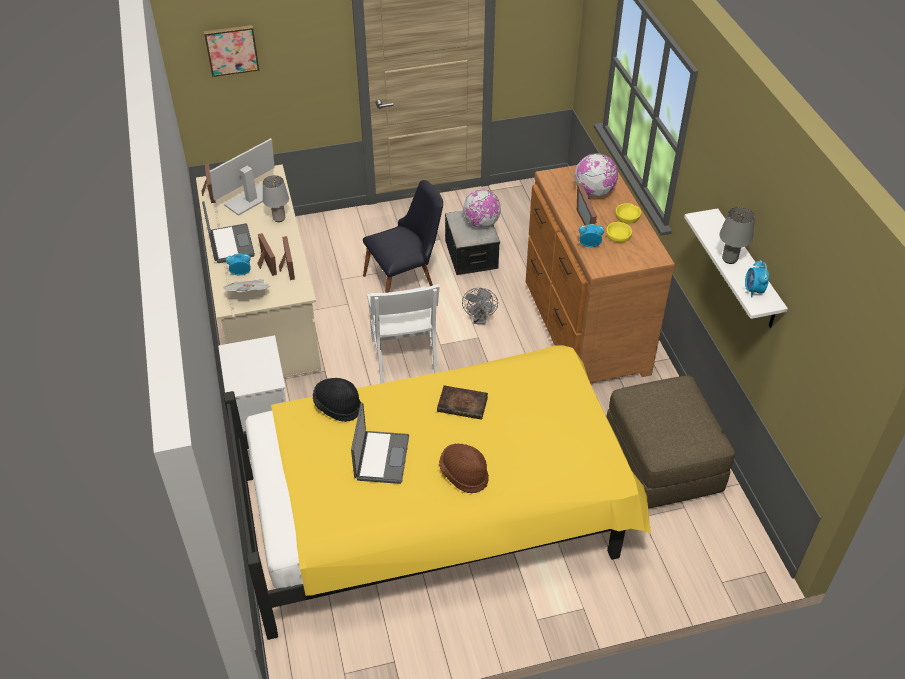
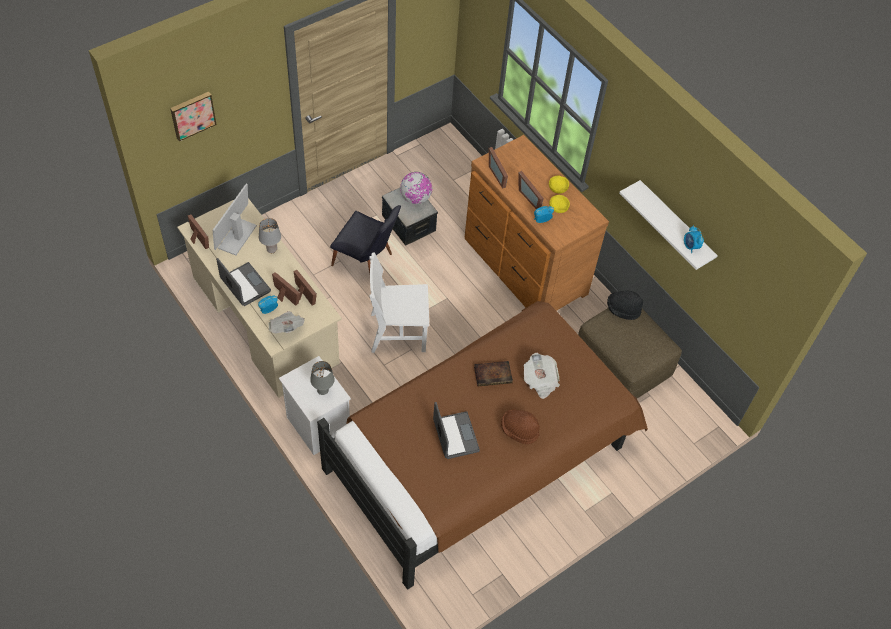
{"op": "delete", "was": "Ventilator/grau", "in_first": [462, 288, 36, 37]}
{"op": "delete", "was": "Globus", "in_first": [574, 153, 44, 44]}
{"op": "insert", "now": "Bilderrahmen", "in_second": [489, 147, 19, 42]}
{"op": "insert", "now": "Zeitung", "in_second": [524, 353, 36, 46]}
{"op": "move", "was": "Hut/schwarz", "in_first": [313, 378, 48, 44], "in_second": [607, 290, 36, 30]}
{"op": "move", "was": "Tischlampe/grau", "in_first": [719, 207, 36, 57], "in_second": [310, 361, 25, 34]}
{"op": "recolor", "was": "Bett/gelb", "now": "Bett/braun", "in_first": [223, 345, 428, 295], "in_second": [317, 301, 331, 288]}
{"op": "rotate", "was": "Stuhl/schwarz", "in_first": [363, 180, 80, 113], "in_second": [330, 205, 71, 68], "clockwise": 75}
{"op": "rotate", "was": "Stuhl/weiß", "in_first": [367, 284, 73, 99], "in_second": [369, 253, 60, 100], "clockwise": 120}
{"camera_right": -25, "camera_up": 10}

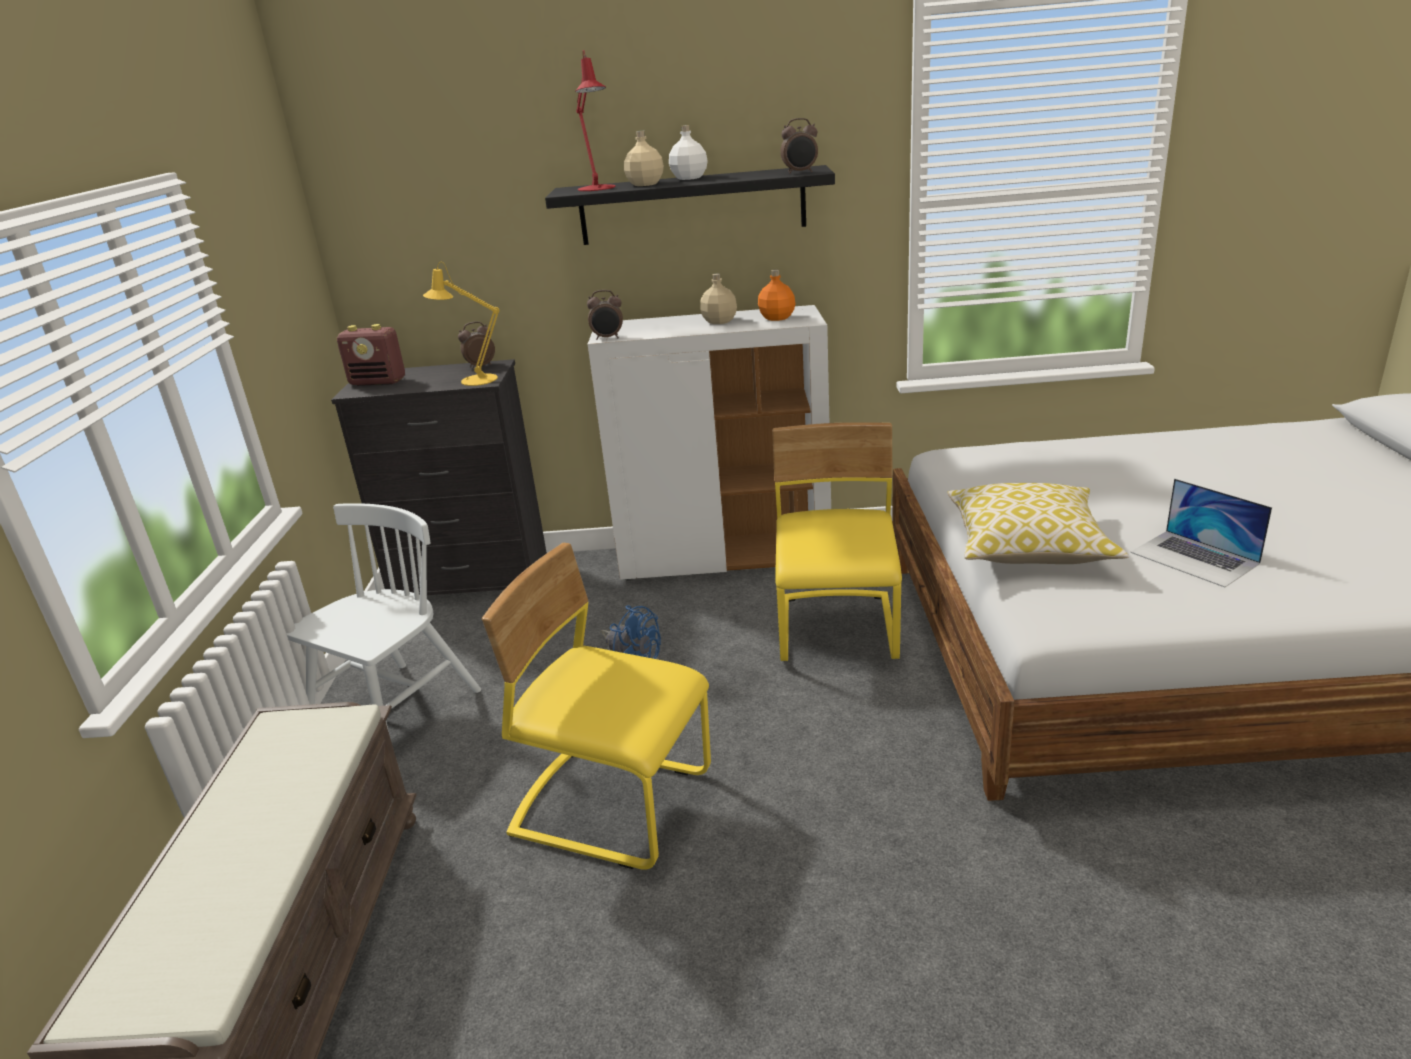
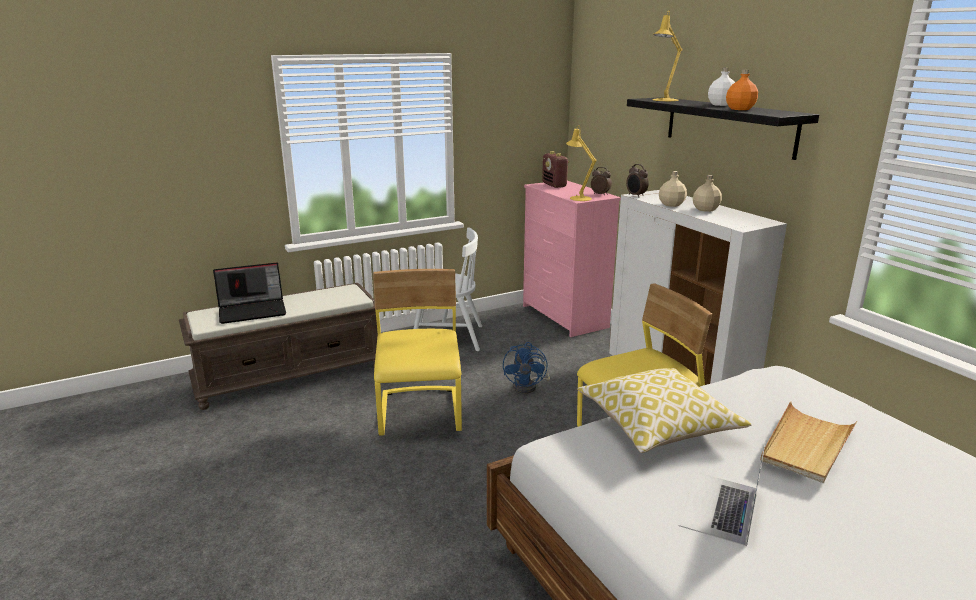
{"op": "delete", "was": "Wecker", "in_first": [780, 118, 38, 56]}
{"op": "insert", "now": "Laptop", "in_second": [213, 262, 73, 62]}
{"op": "insert", "now": "Tablett/beige", "in_second": [760, 401, 97, 82]}
{"op": "move", "was": "Flasche/beige", "in_first": [624, 131, 40, 55], "in_second": [659, 171, 28, 36]}
{"op": "move", "was": "Flasche/orange", "in_first": [758, 270, 38, 51], "in_second": [726, 69, 32, 41]}
{"op": "recolor", "was": "Kommode/schwarz", "now": "Kommode/rosa", "in_first": [331, 359, 216, 236], "in_second": [523, 181, 98, 156]}
{"op": "recolor", "was": "Tischlampe/rot", "now": "Tischlampe/gelb", "in_first": [575, 50, 41, 141], "in_second": [653, 10, 29, 91]}
{"camera_right": 60, "camera_up": -5}

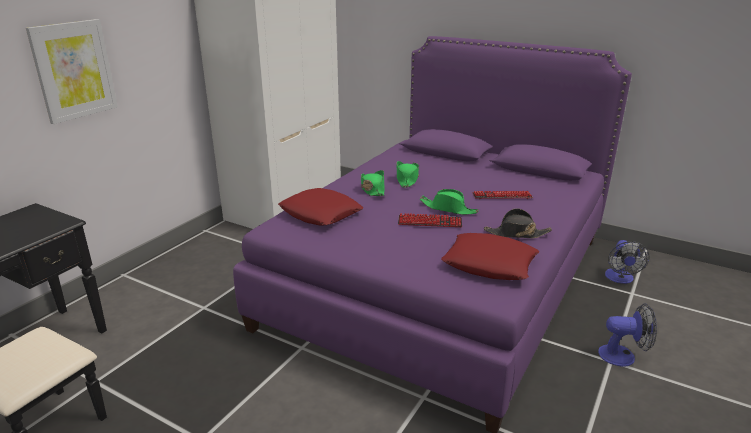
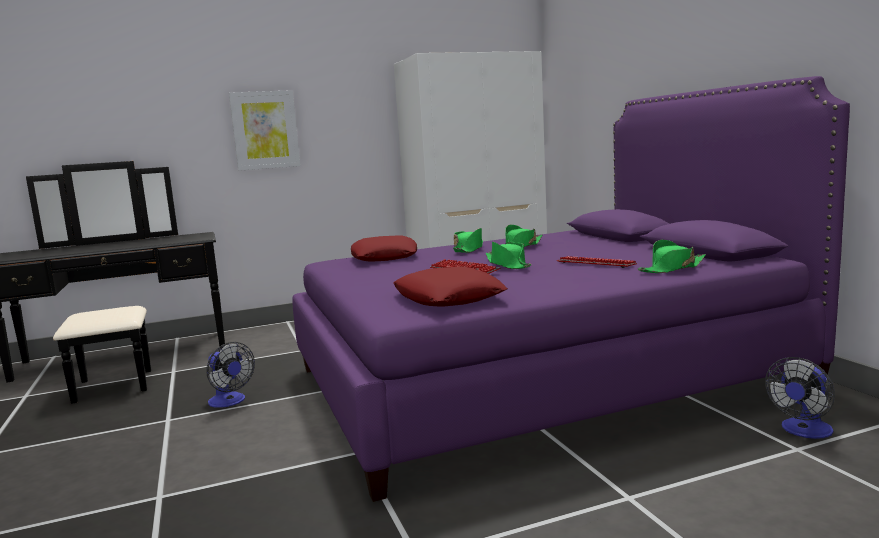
{"op": "delete", "was": "Hut/schwarz", "in_first": [484, 208, 68, 30]}
{"op": "insert", "now": "Hut/grün", "in_second": [638, 240, 68, 33]}
{"op": "move", "was": "Ventilator", "in_first": [598, 303, 59, 64], "in_second": [207, 342, 48, 66]}
{"camera_right": 40, "camera_up": -15}

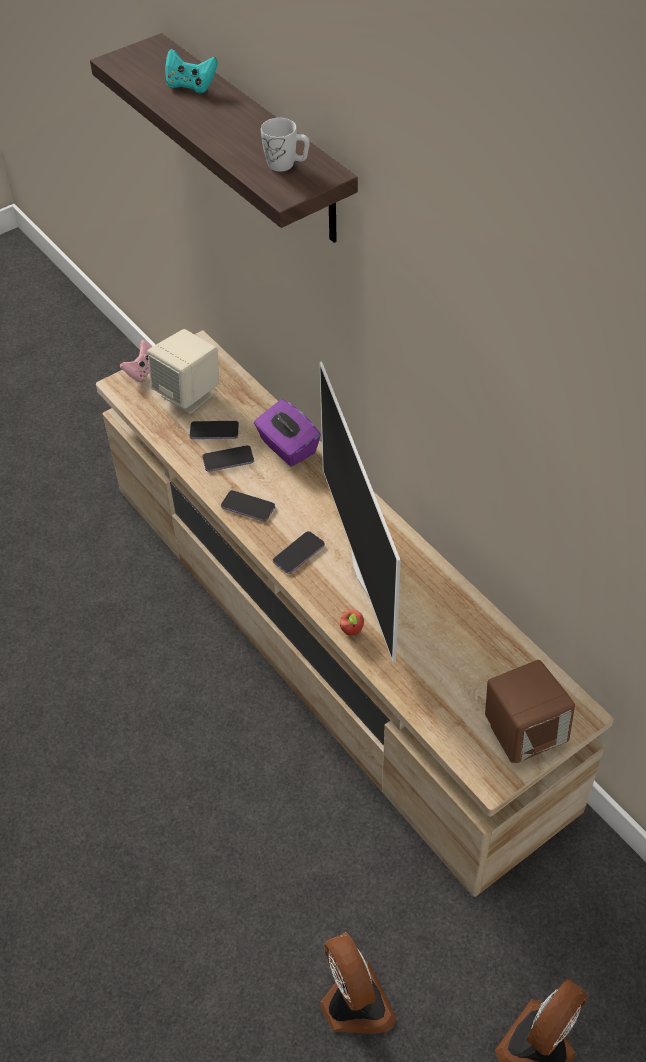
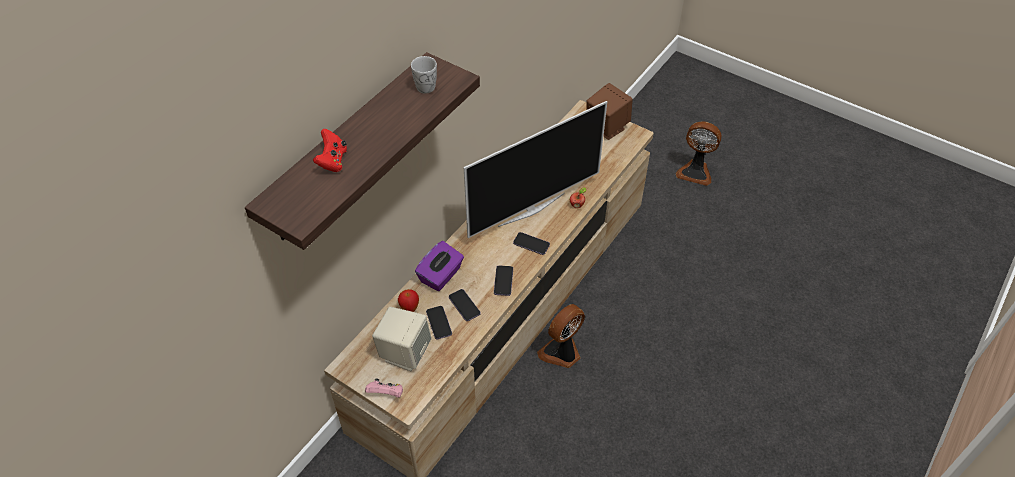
{"op": "insert", "now": "Apfel", "in_second": [398, 289, 21, 23]}
{"op": "move", "was": "Ventilator", "in_first": [320, 932, 77, 102], "in_second": [537, 304, 48, 64]}
{"op": "recolor", "was": "Gamepad/türkis", "now": "Gamepad/rot", "in_first": [165, 49, 53, 44], "in_second": [313, 129, 34, 43]}
{"camera_right": -110, "camera_up": 0}

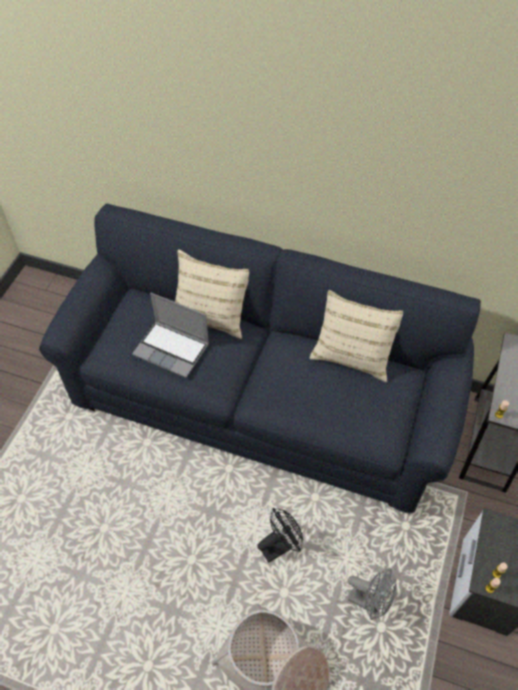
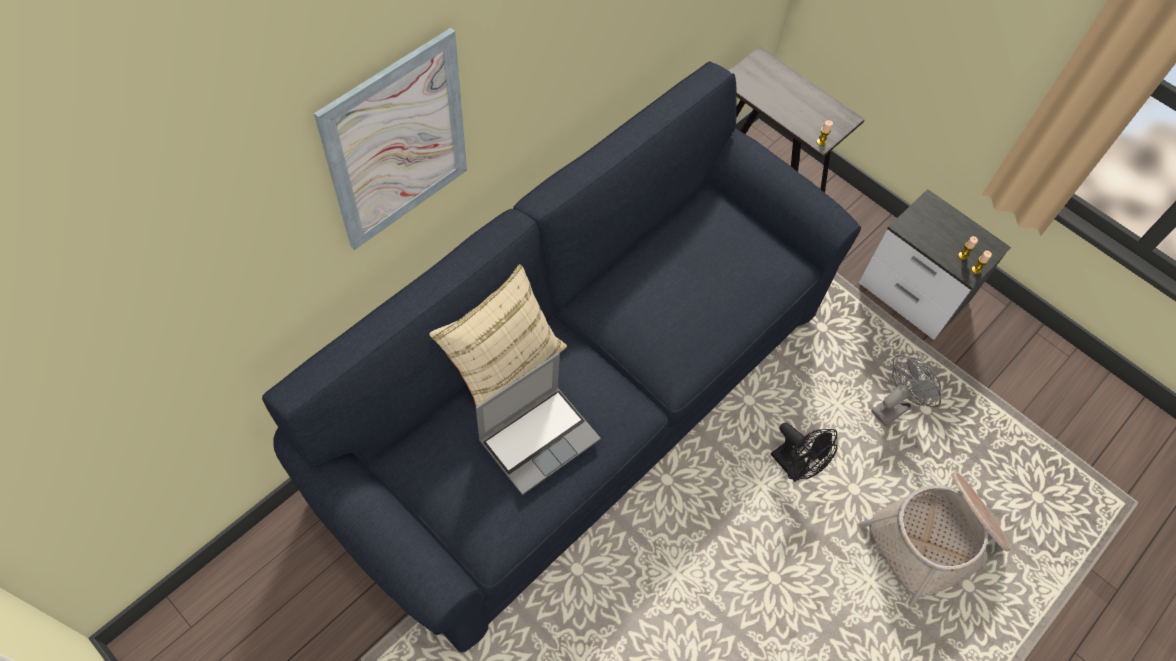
{"op": "delete", "was": "Kissen/beige", "in_first": [309, 290, 94, 92]}
{"op": "insert", "now": "Bild", "in_second": [314, 28, 153, 222]}
{"op": "rotate", "was": "Ventilator/schwarz", "in_first": [257, 508, 46, 55], "in_second": [771, 422, 66, 60], "clockwise": 150}
{"camera_right": -70, "camera_up": 5}

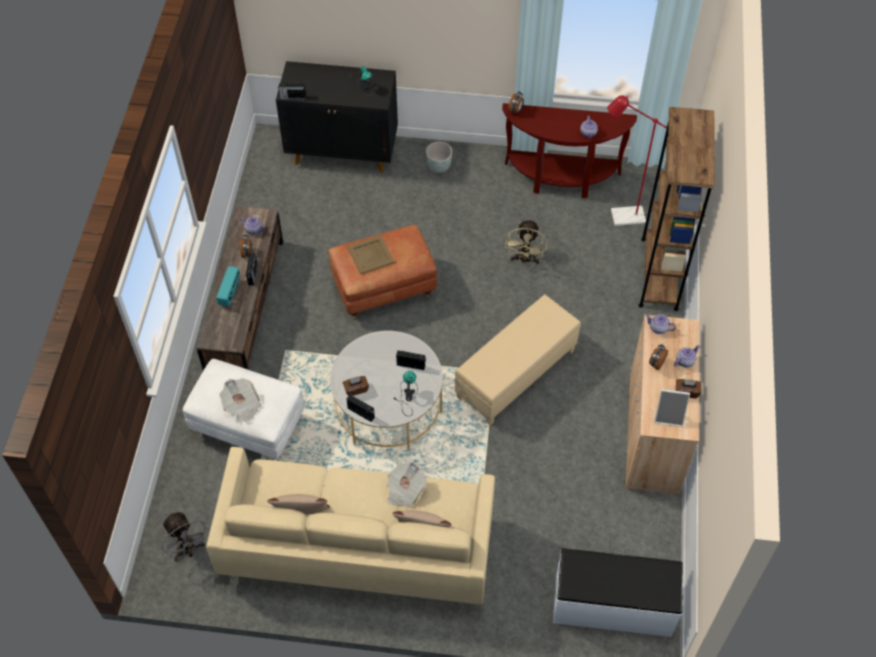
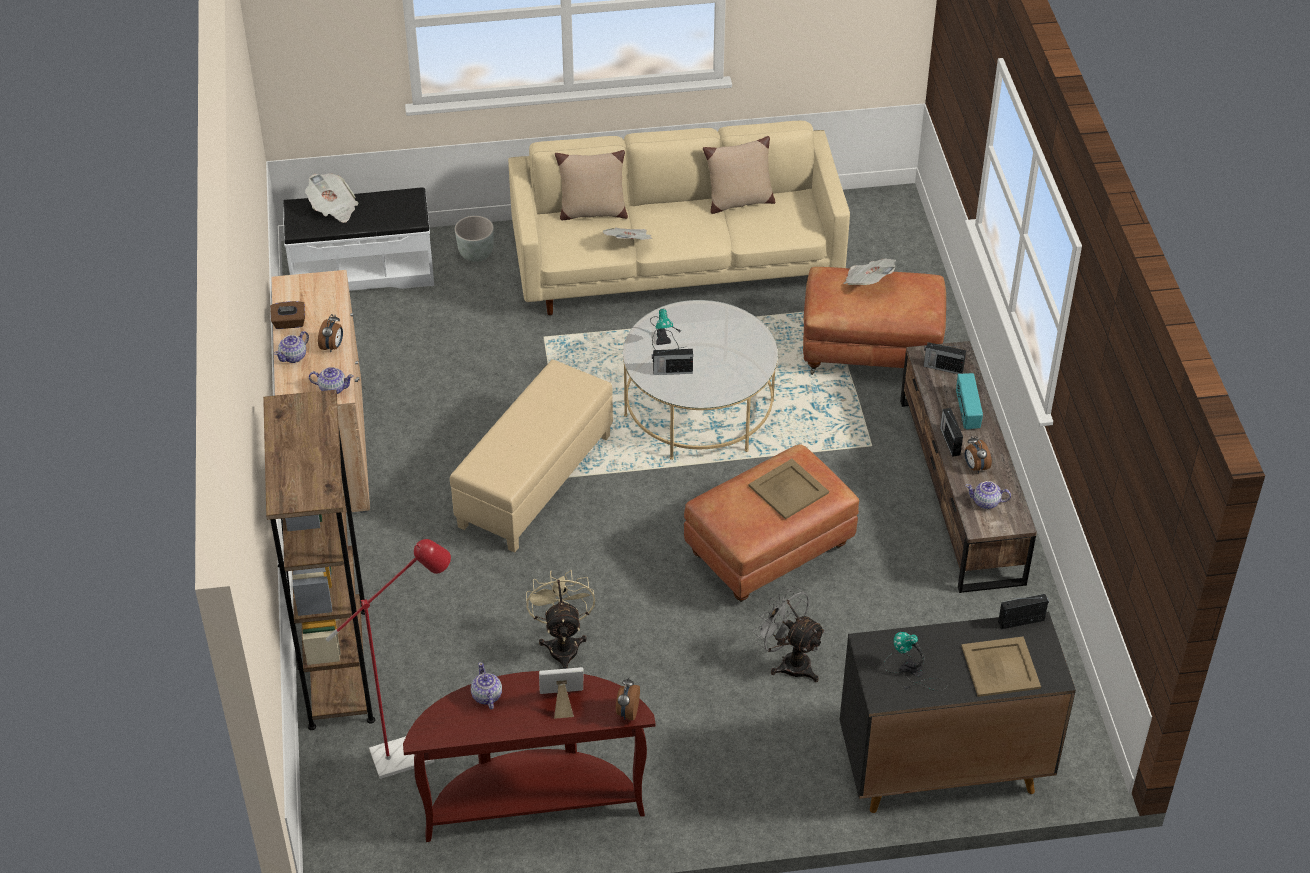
{"op": "delete", "was": "Taschentuchbox/braun", "in_first": [343, 376, 26, 20]}
{"op": "insert", "now": "Zeitung", "in_second": [305, 173, 53, 50]}
{"op": "insert", "now": "Tablett/beige", "in_second": [961, 636, 80, 61]}
{"op": "move", "was": "Ventilator/grau", "in_first": [161, 512, 48, 49], "in_second": [753, 586, 73, 96]}
{"op": "move", "was": "Radio", "in_first": [347, 395, 28, 27], "in_second": [924, 342, 42, 32]}
{"op": "move", "was": "Pflanzkübel/grau", "in_first": [426, 142, 26, 31], "in_second": [455, 216, 39, 46]}
{"op": "move", "was": "Bilderrahmen", "in_first": [654, 389, 36, 38], "in_second": [539, 667, 45, 52]}
{"op": "recolor", "was": "Polsterhocker/weiß", "now": "Polsterhocker/braun", "in_first": [183, 359, 122, 100], "in_second": [803, 267, 143, 108]}
{"camera_right": 165, "camera_up": -10}

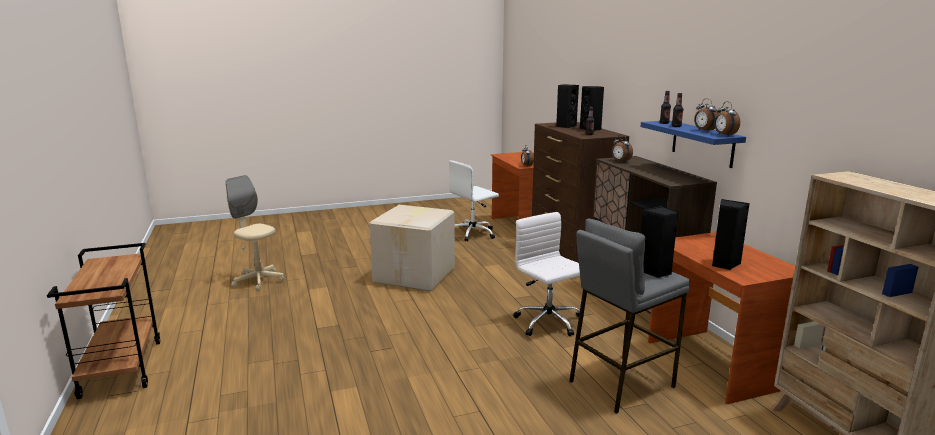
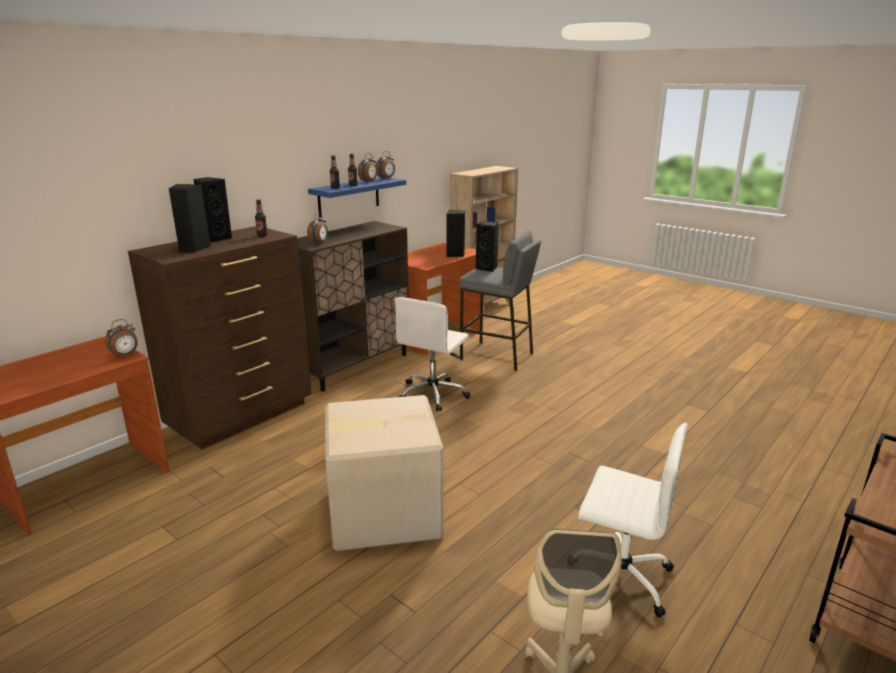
{"op": "move", "was": "Bürostuhl/weiß", "in_first": [449, 161, 50, 80], "in_second": [578, 423, 110, 195]}
{"camera_right": -120, "camera_up": 5}

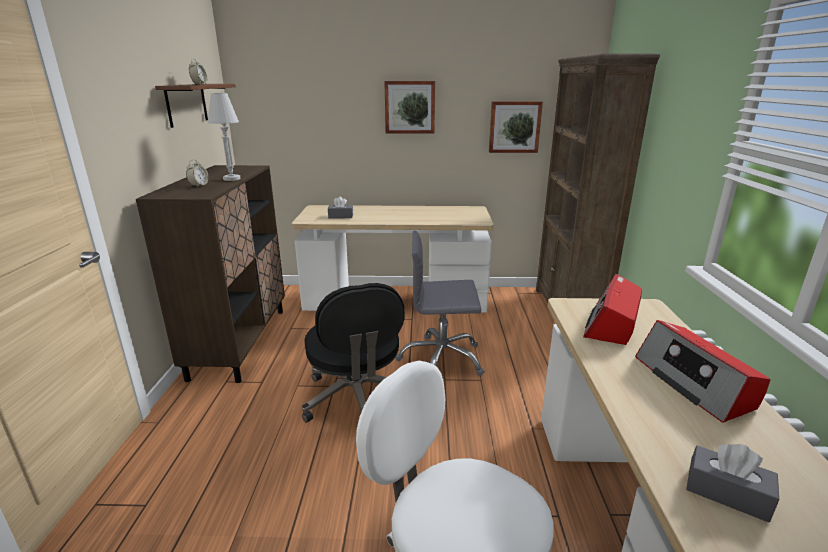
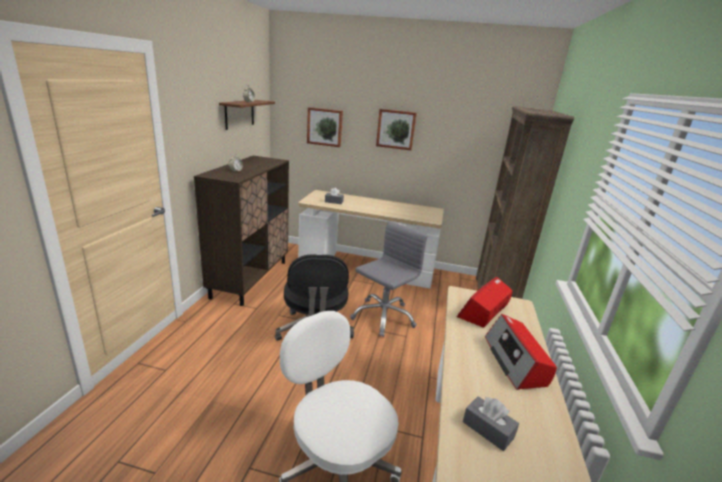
{"op": "delete", "was": "Tischlampe/weiß", "in_first": [208, 93, 33, 88]}
{"op": "move", "was": "Bild", "in_first": [489, 101, 54, 52], "in_second": [307, 107, 36, 40]}
{"op": "rotate", "was": "Bürostuhl/grau", "in_first": [395, 231, 90, 145], "in_second": [350, 221, 78, 116], "clockwise": 120}
{"camera_right": 10, "camera_up": 0}

